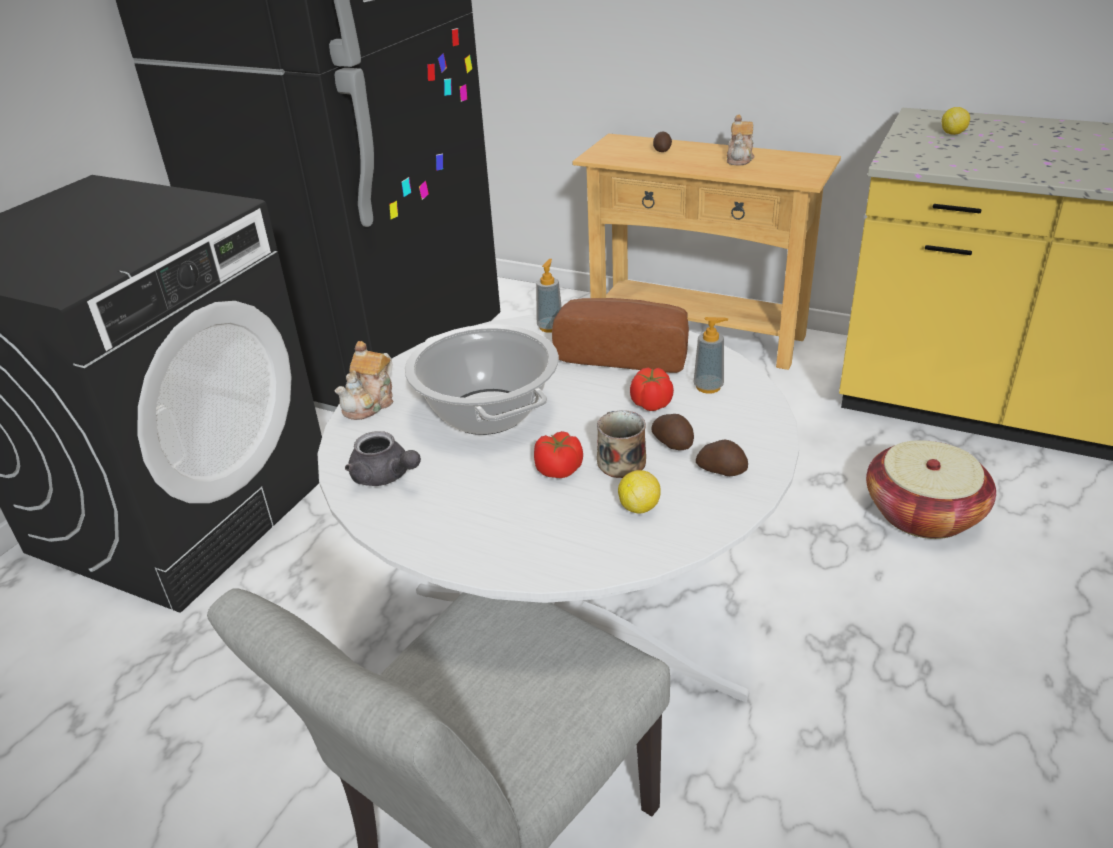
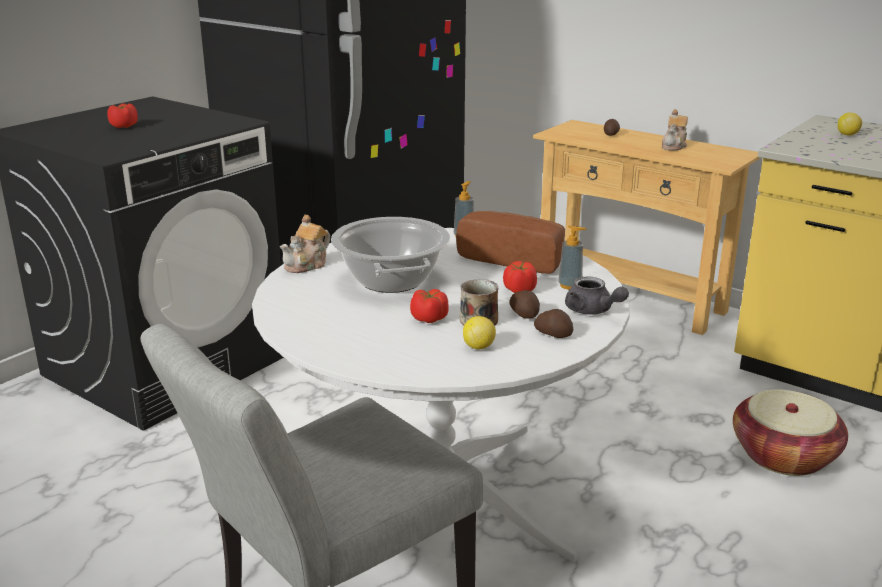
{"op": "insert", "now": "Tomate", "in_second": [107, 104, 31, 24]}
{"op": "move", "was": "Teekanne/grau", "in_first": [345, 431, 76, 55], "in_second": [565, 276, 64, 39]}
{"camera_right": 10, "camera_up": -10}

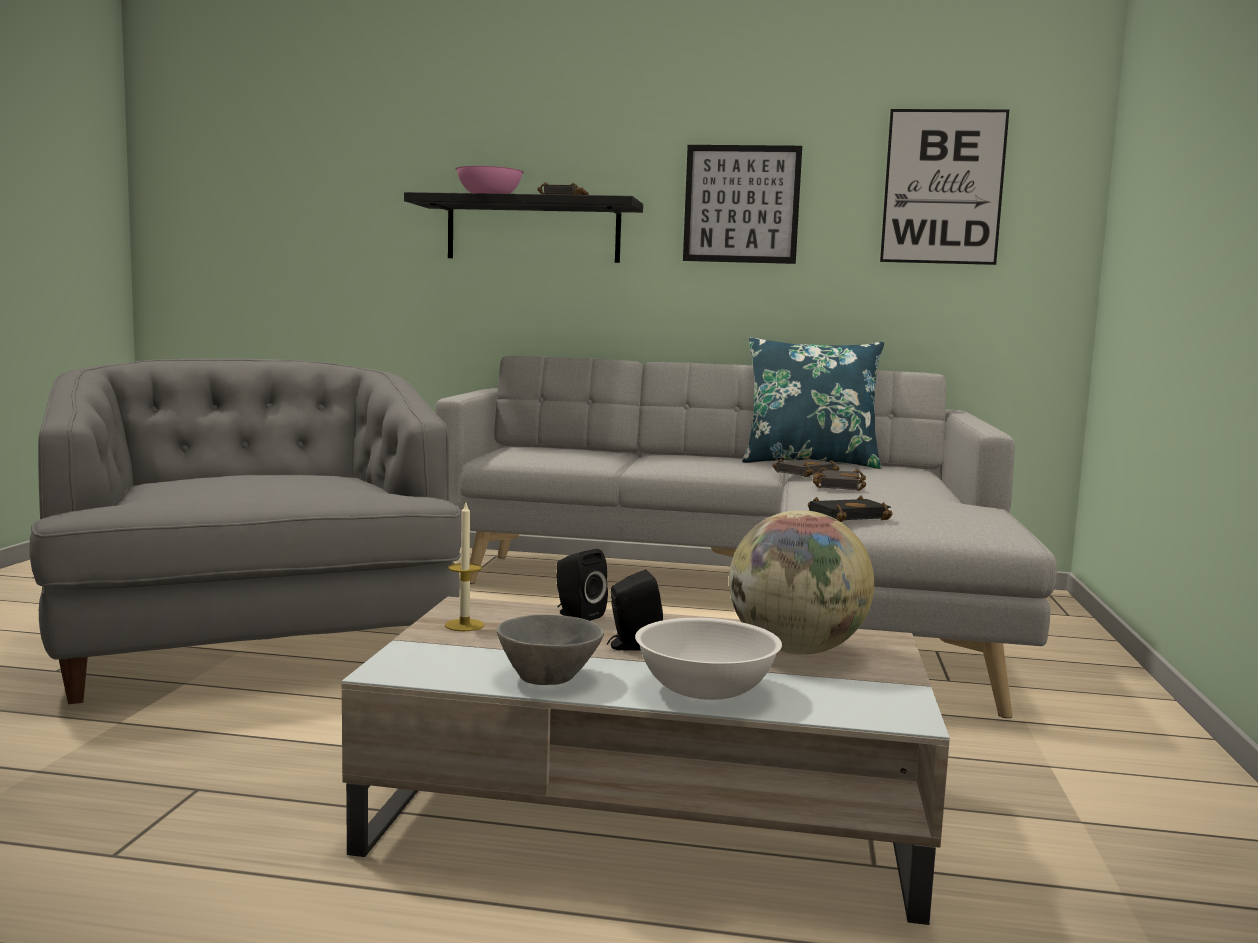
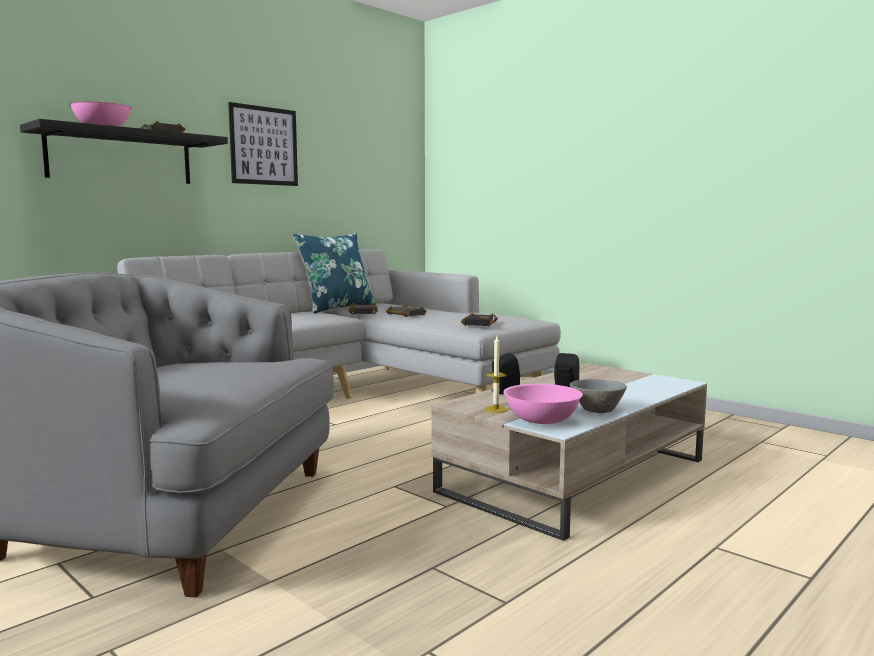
{"op": "delete", "was": "Schüssel/weiß", "in_first": [635, 618, 147, 82]}
{"op": "delete", "was": "Globus", "in_first": [729, 510, 145, 145]}
{"op": "delete", "was": "Bild", "in_first": [880, 109, 129, 156]}
{"op": "insert", "now": "Schüssel/rosa", "in_second": [503, 384, 80, 40]}
{"camera_right": -55, "camera_up": 0}

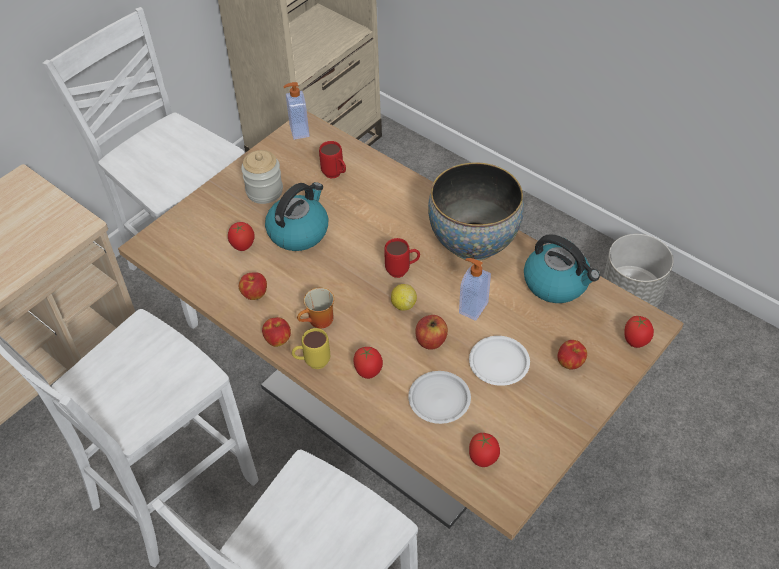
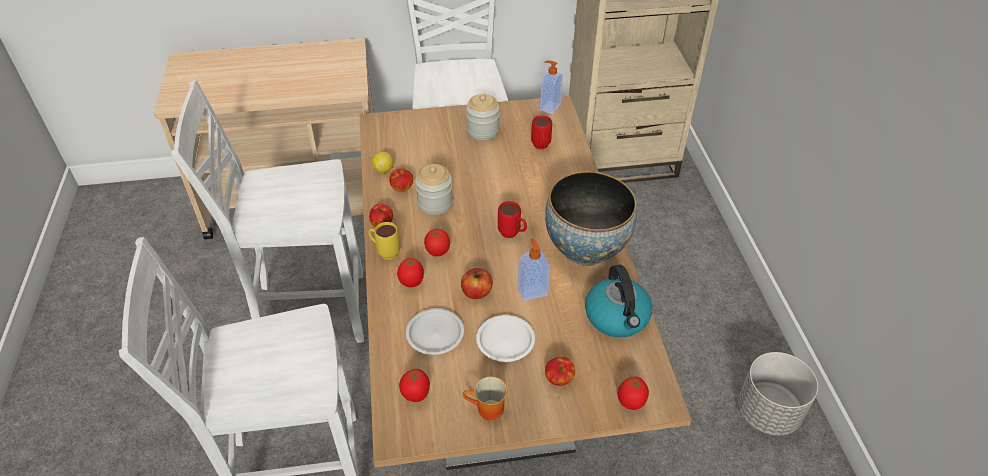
{"op": "delete", "was": "Wasserkessel", "in_first": [265, 182, 63, 69]}
{"op": "insert", "now": "Vorratsglas", "in_second": [415, 164, 38, 51]}
{"op": "move", "was": "Tomate", "in_first": [228, 222, 27, 29], "in_second": [424, 229, 26, 27]}
{"op": "move", "was": "Henkelbecher", "in_first": [297, 288, 37, 40], "in_second": [463, 376, 44, 44]}
{"op": "move", "was": "Zitrone", "in_first": [391, 284, 26, 27], "in_second": [372, 151, 22, 22]}
{"camera_right": 40, "camera_up": -5}

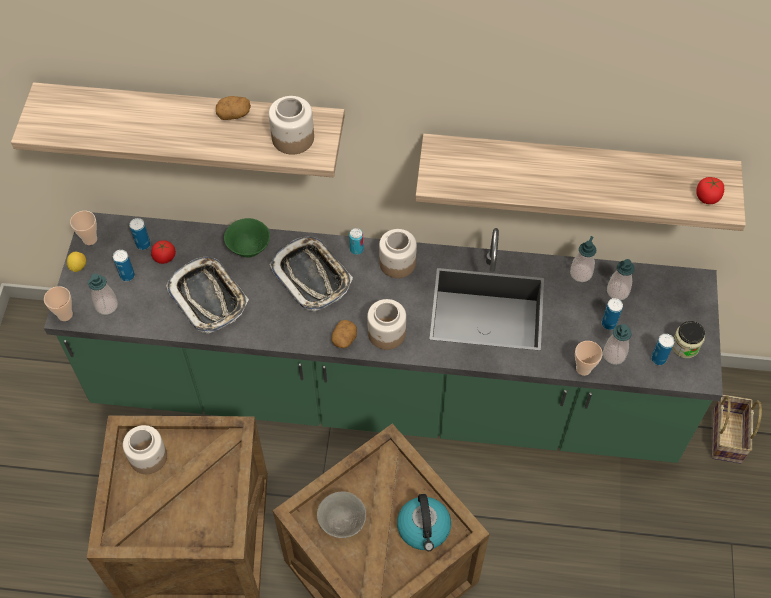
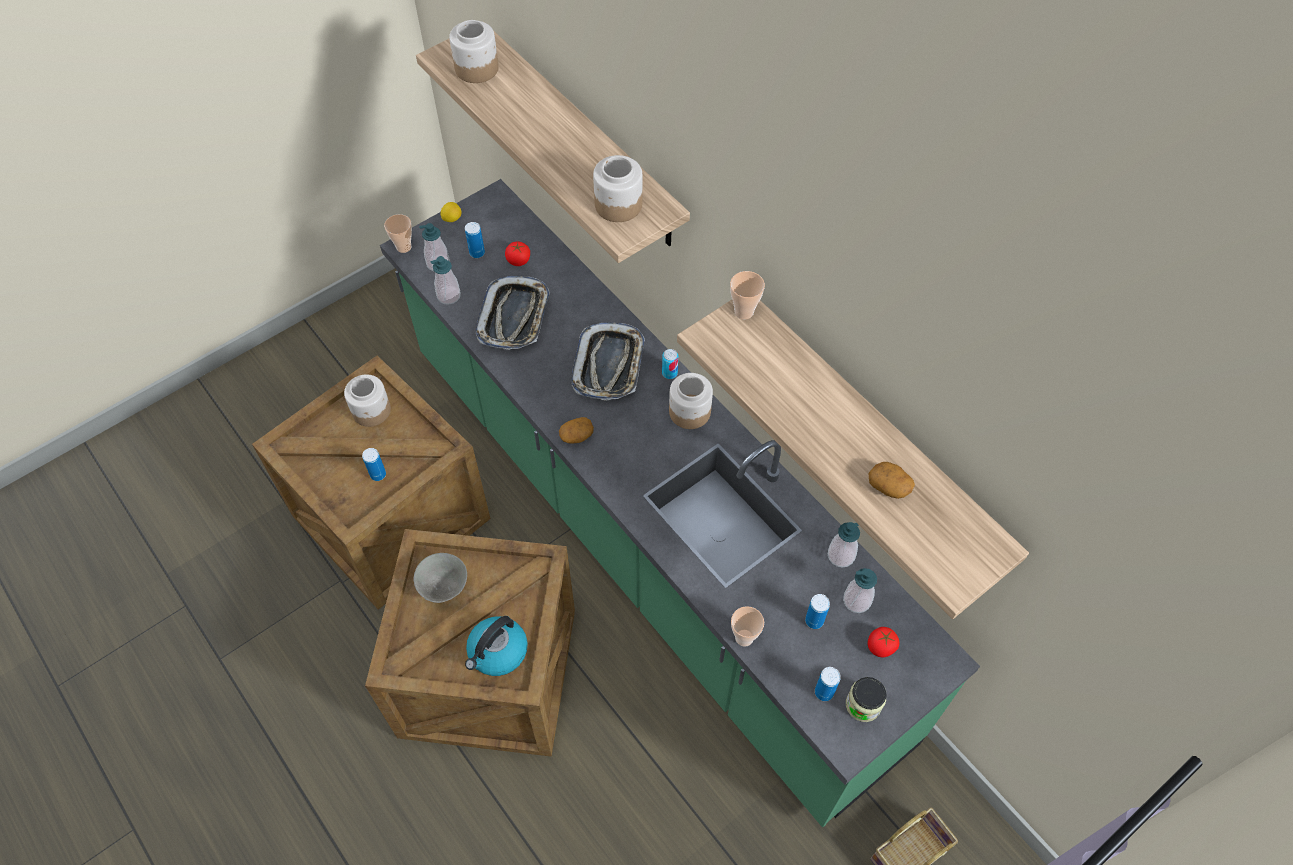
{"op": "delete", "was": "Schüssel/grün", "in_first": [224, 218, 46, 40]}
{"op": "move", "was": "Tasse", "in_first": [70, 211, 27, 34], "in_second": [730, 271, 35, 48]}
{"op": "move", "was": "Dose", "in_first": [129, 218, 22, 32], "in_second": [362, 448, 24, 33]}
{"op": "move", "was": "Kartoffel", "in_first": [216, 96, 35, 24], "in_second": [868, 462, 47, 37]}
{"op": "move", "was": "Vorratsglas", "in_first": [367, 299, 39, 51], "in_second": [449, 20, 50, 63]}
{"op": "move", "was": "Seifenspender", "in_first": [603, 324, 28, 41], "in_second": [430, 256, 31, 49]}
{"op": "move", "was": "Tomate", "in_first": [696, 177, 28, 27], "in_second": [867, 627, 32, 30]}
{"camera_right": 45, "camera_up": 0}

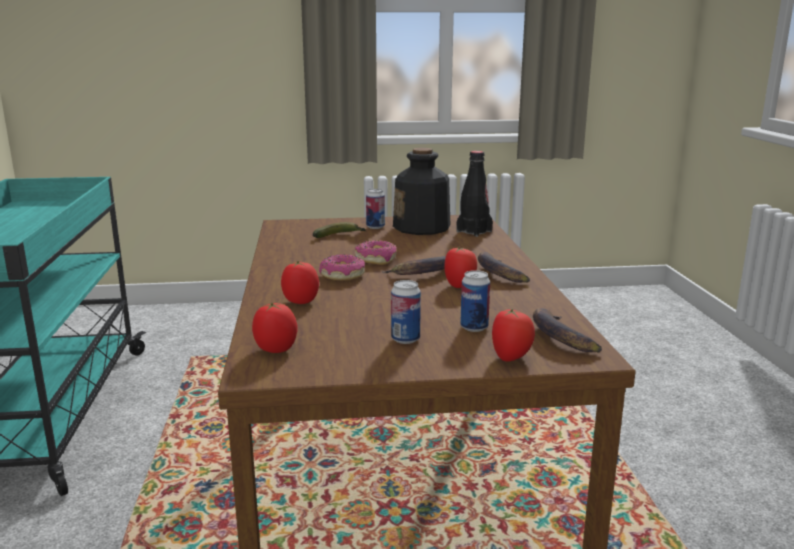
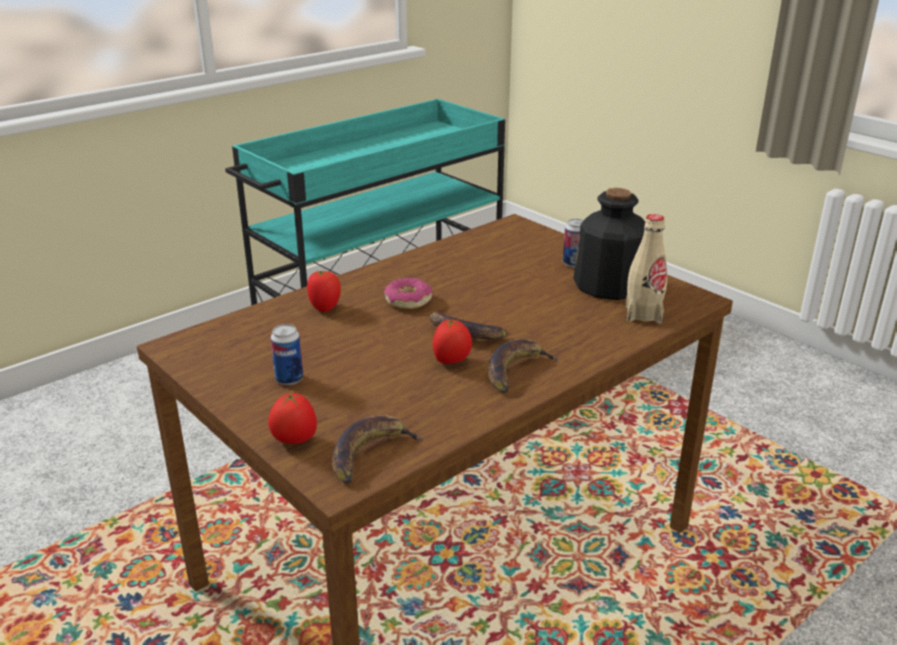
{"op": "delete", "was": "Tomate", "in_first": [252, 303, 46, 50]}
{"op": "delete", "was": "Banane", "in_first": [313, 222, 53, 16]}
{"op": "delete", "was": "Donut", "in_first": [355, 240, 42, 25]}
{"op": "delete", "was": "Dose", "in_first": [460, 270, 30, 62]}
{"op": "recolor", "was": "Flasche/schwarz", "now": "Flasche/beige", "in_first": [456, 151, 37, 86], "in_second": [626, 214, 41, 110]}
{"camera_right": 55, "camera_up": 10}

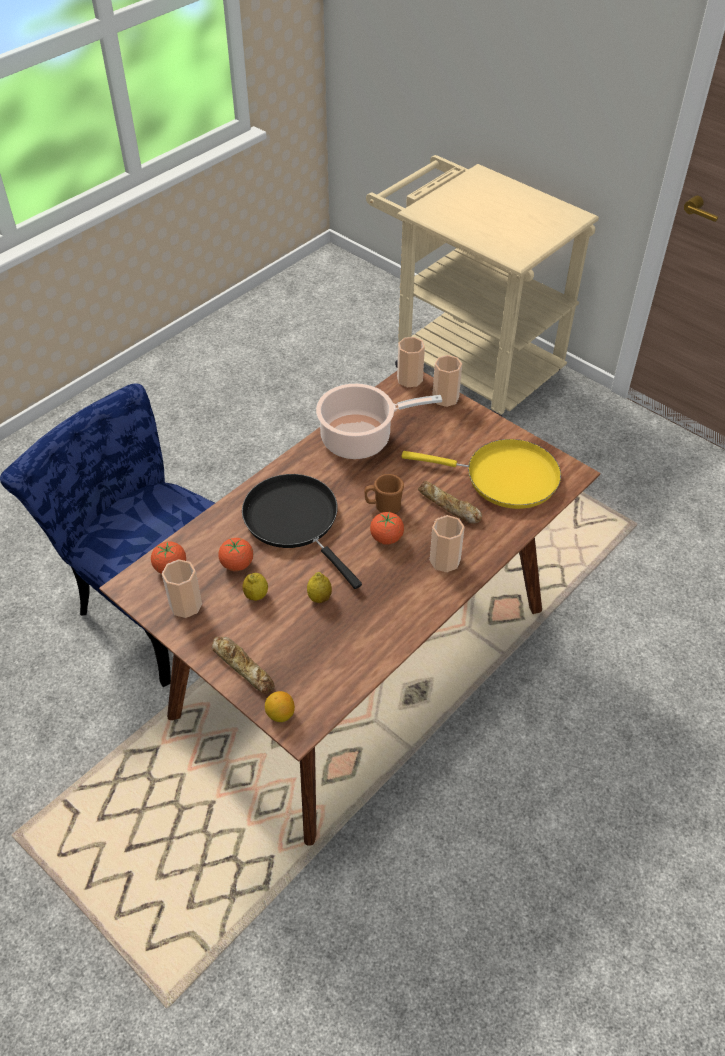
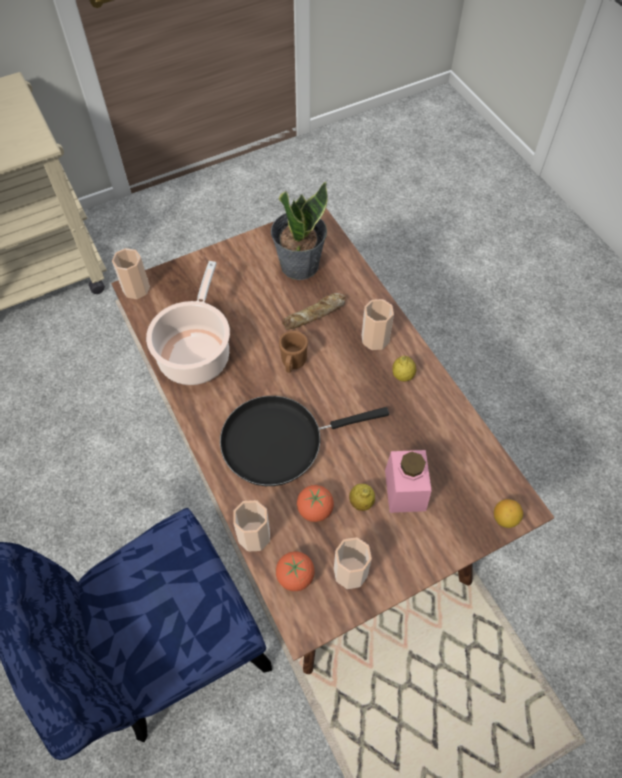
{"op": "delete", "was": "Brot", "in_first": [212, 637, 63, 57]}
{"op": "delete", "was": "Tomate", "in_first": [370, 512, 34, 33]}
{"op": "insert", "now": "Vorratsglas/rosa", "in_second": [385, 450, 47, 63]}
{"op": "move", "was": "Zitrone", "in_first": [307, 572, 25, 31], "in_second": [392, 356, 24, 26]}
{"op": "move", "was": "Tasse", "in_first": [432, 355, 30, 52], "in_second": [233, 500, 37, 52]}
{"op": "replace", "was": "Pfanne/gelb", "now": "Topfpflanze", "in_first": [402, 439, 159, 70], "in_second": [271, 181, 57, 99]}
{"camera_right": -70, "camera_up": 10}

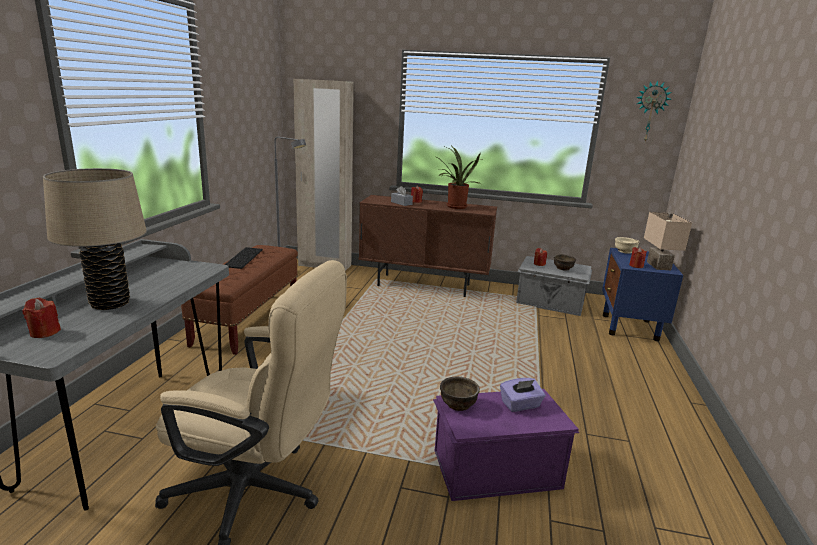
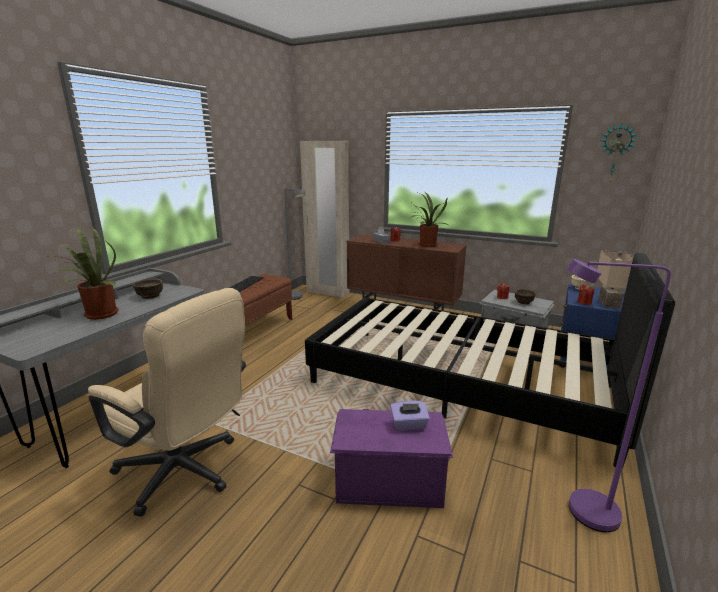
{"op": "delete", "was": "Kerze/rot", "in_first": [22, 298, 39, 40]}
{"op": "insert", "now": "Bett/schwarz", "in_second": [305, 253, 370, 216]}
{"op": "insert", "now": "Stehlampe/lila", "in_second": [567, 259, 104, 273]}
{"op": "move", "was": "Schüssel/braun", "in_first": [440, 377, 40, 34], "in_second": [133, 279, 30, 20]}
{"op": "replace", "was": "Tischlampe/beige", "now": "Topfpflanze", "in_first": [43, 168, 104, 142], "in_second": [50, 227, 69, 93]}
{"camera_right": 15, "camera_up": 0}

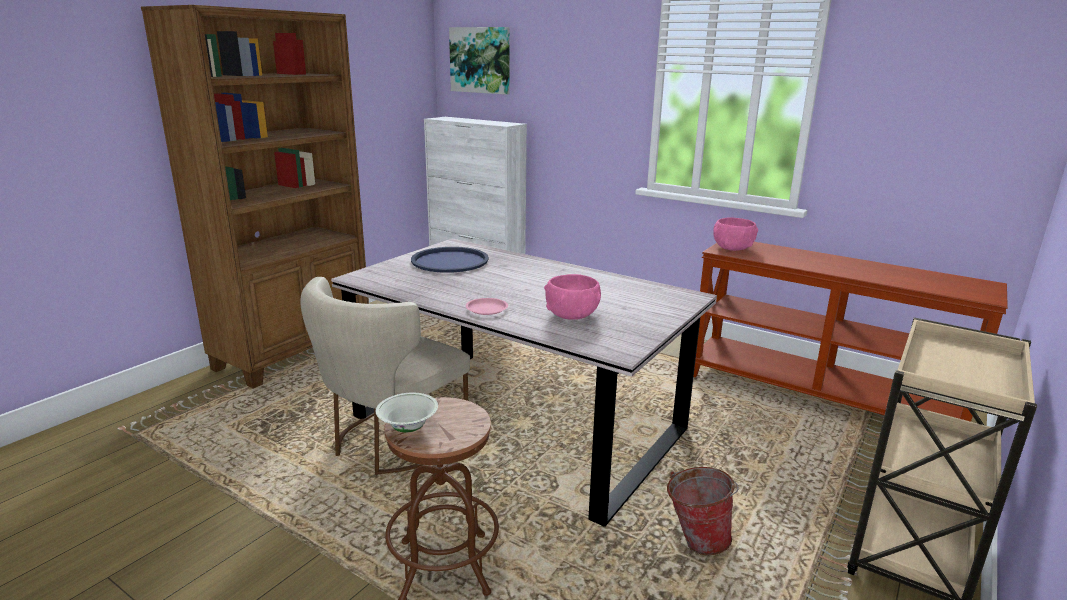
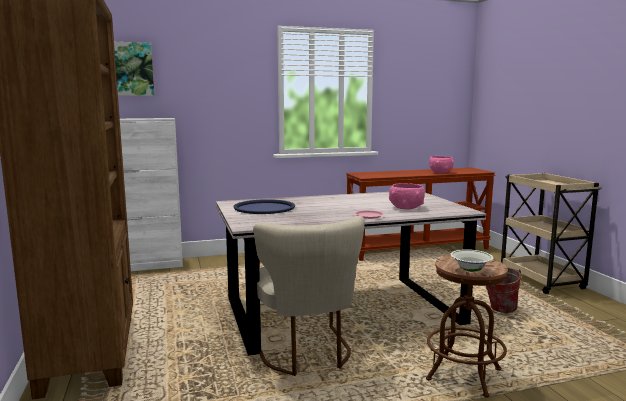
{"op": "move", "was": "Schüssel/rosa", "in_first": [713, 218, 45, 33], "in_second": [429, 156, 25, 17]}
{"camera_right": -50, "camera_up": -10}

